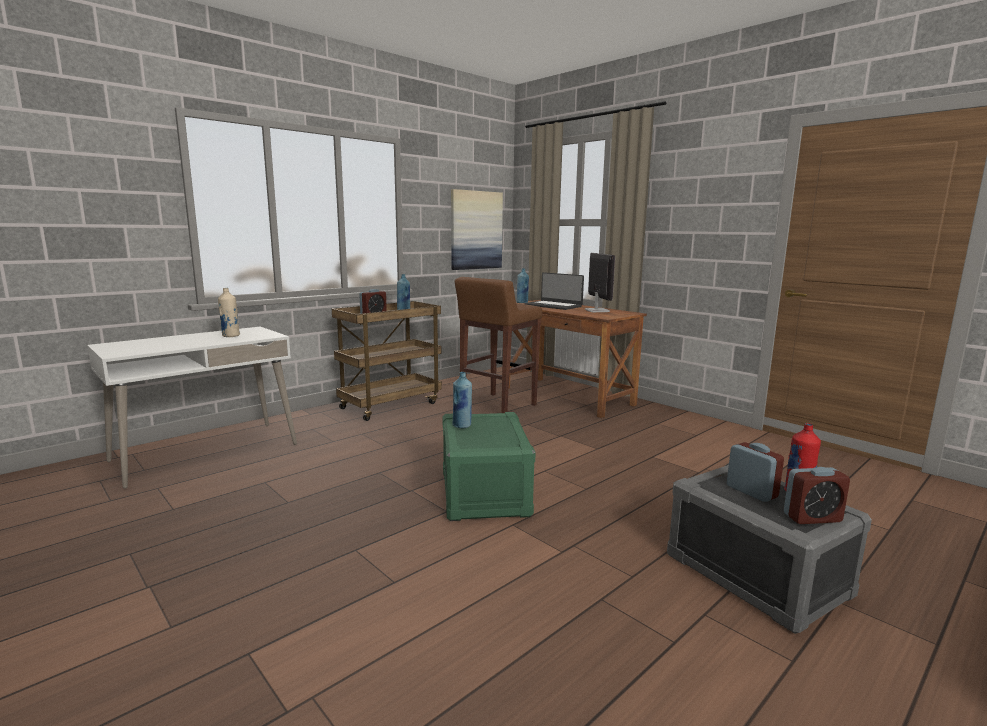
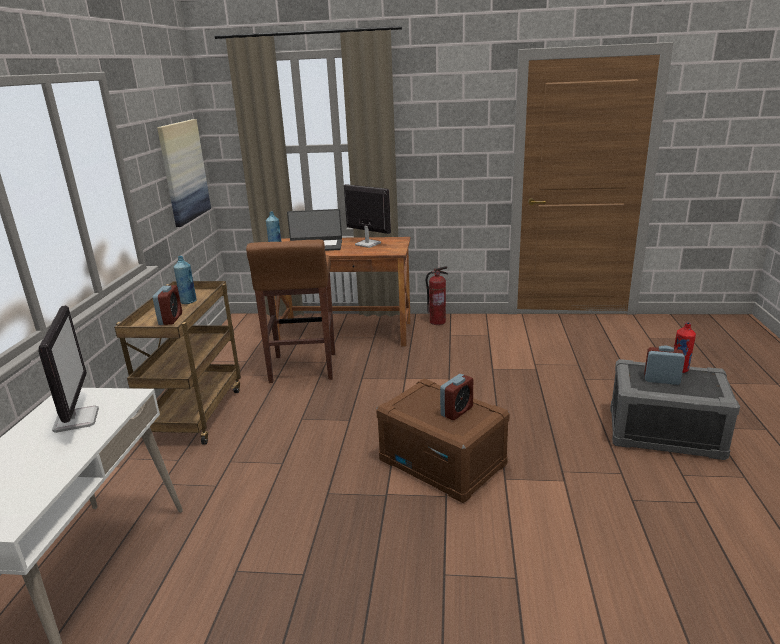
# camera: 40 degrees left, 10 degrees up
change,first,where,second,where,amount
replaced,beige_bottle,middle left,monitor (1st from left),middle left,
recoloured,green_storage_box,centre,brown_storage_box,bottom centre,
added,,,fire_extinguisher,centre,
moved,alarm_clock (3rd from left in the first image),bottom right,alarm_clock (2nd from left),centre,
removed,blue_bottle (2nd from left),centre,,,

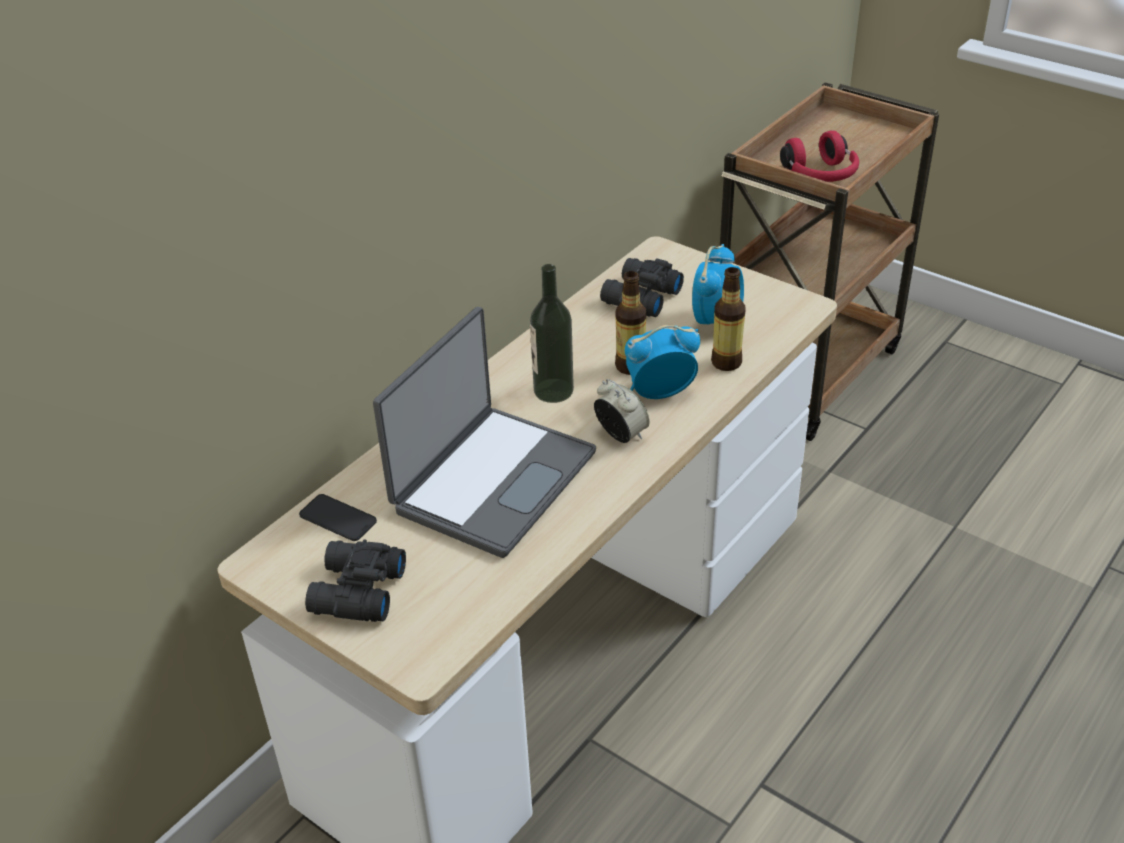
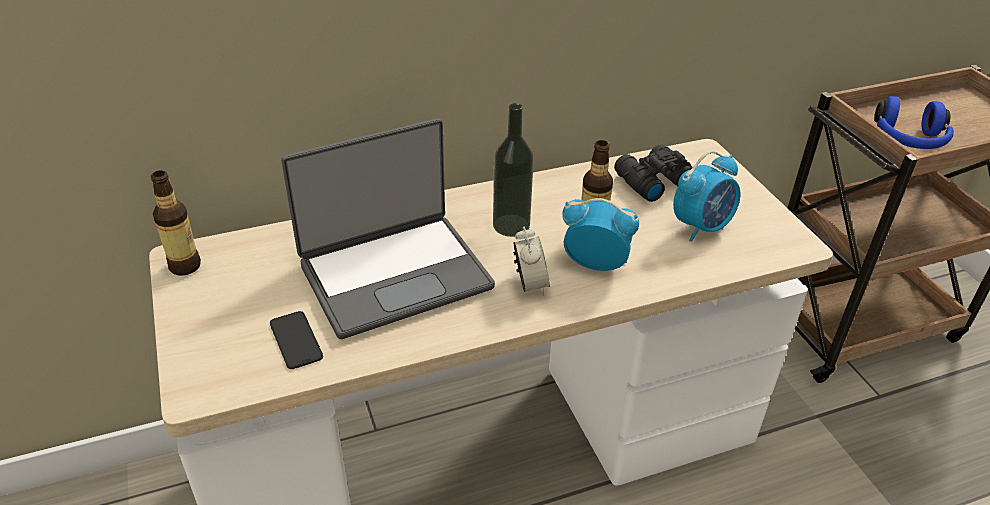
# camera: 30 degrees right, 0 degrees up
change,first,where,second,where,amount
moved,bottle (3rd from left in the first image),centre,bottle (1st from left),middle left,
moved,phone,middle left,,bottom left,
recoloured,red_headphones,top right,blue_headphones,top right,
removed,black_binoculars (1st from left),bottom left,,,

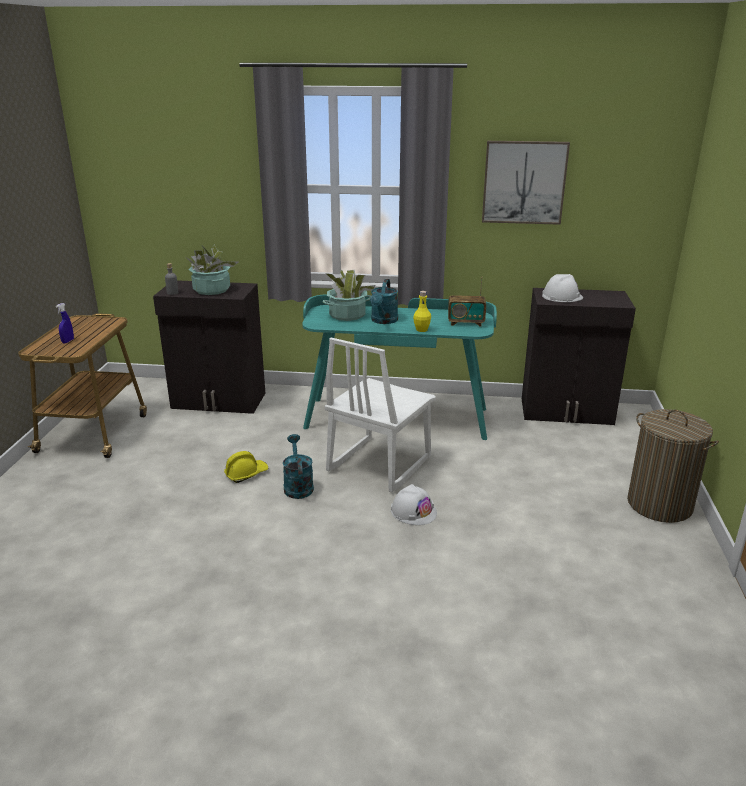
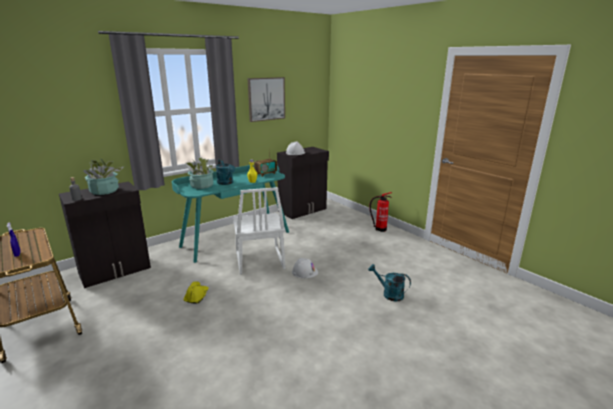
# camera: 45 degrees left, 5 degrees down
change,first,where,second,where,amount
moved,turquoise_watering_can (1st from left in the first image),centre,turquoise_watering_can (2nd from left),bottom centre,
replaced,laundry_basket,middle right,fire_extinguisher,centre,

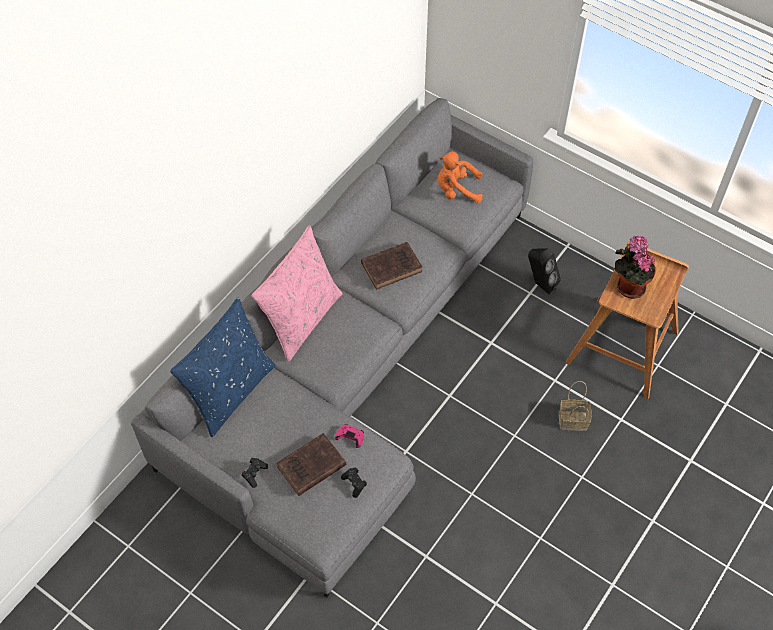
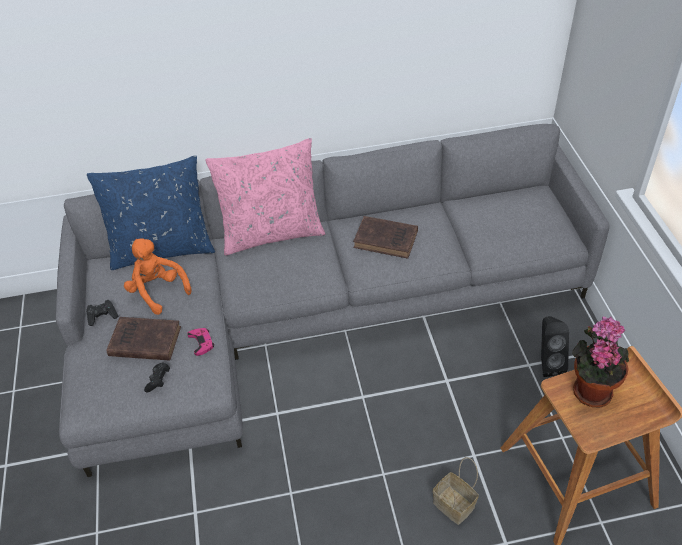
# camera: 45 degrees right, 10 degrees down
change,first,where,second,where,amount
moved,orange_plush_toy,top centre,,middle left,

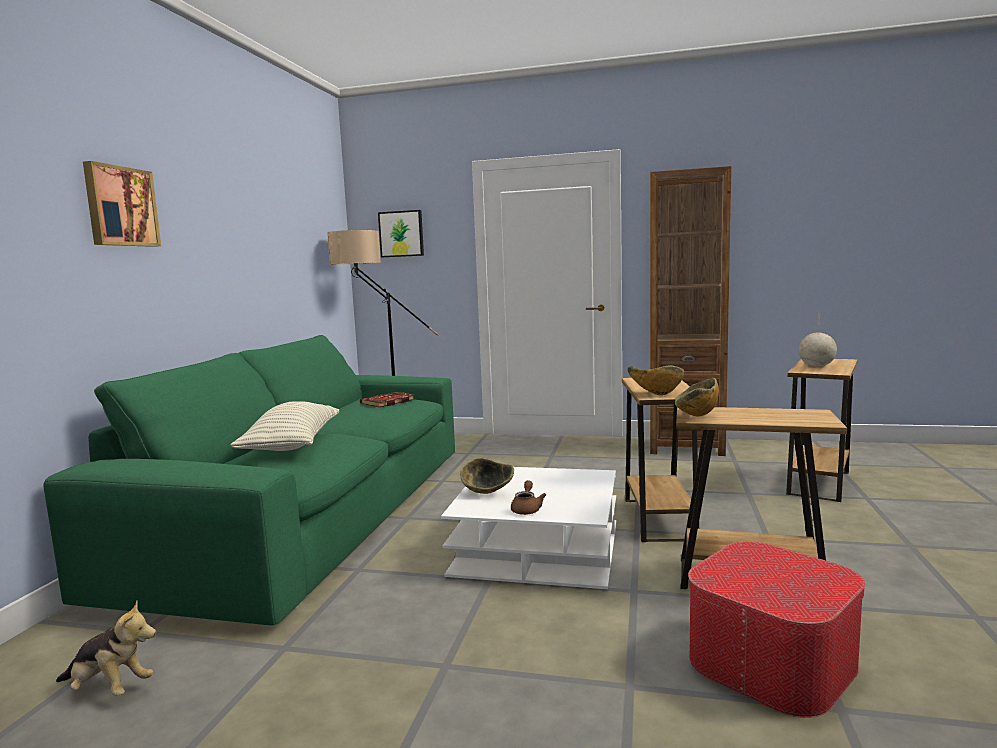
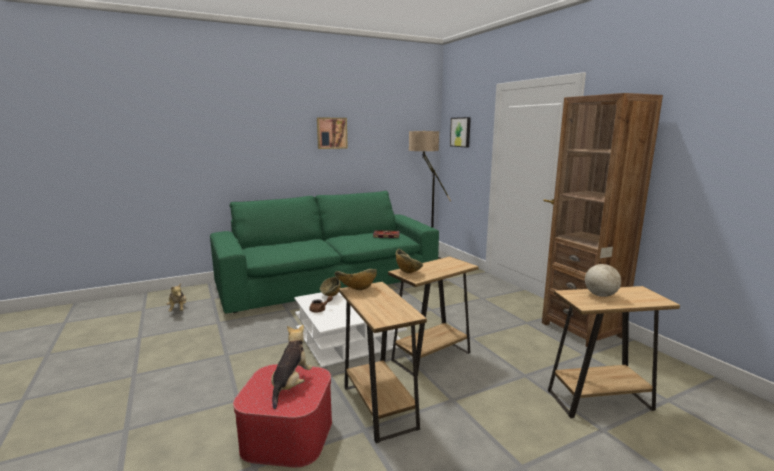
# camera: 50 degrees right, 5 degrees up
change,first,where,second,where,amount
added,,,plush_toy (2nd from left),bottom centre,
moved,picture (1st from left),top left,,top centre,
removed,pillow,middle left,,,

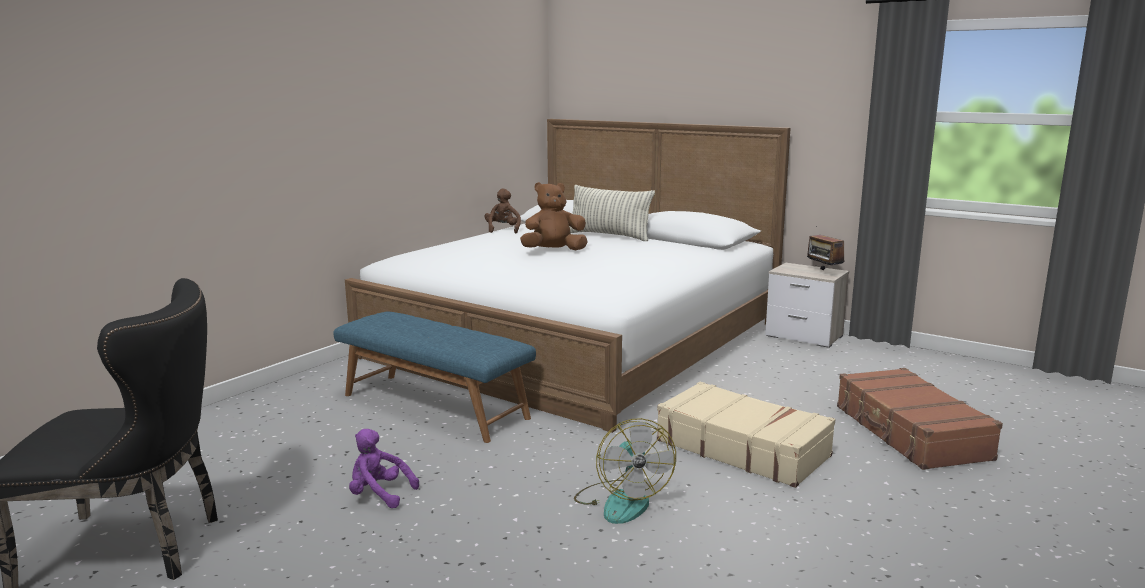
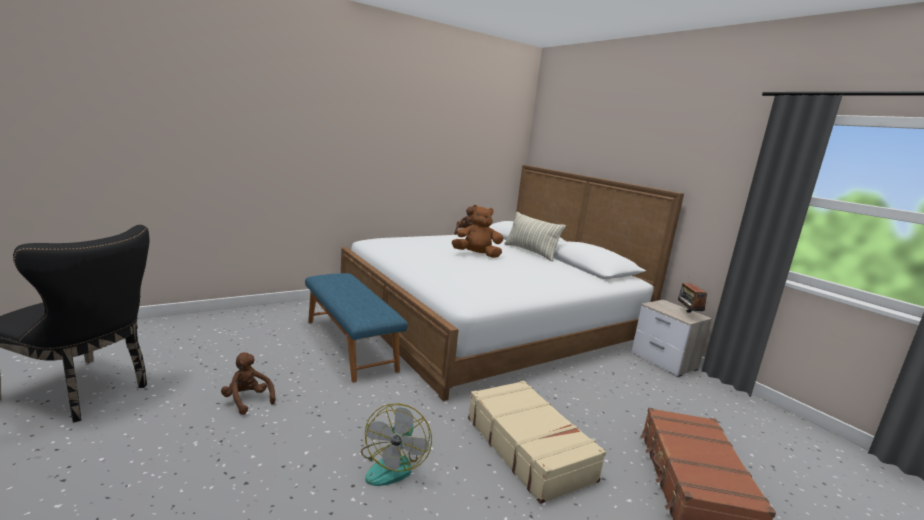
# camera: 20 degrees right, 0 degrees up
change,first,where,second,where,amount
recoloured,purple_plush_toy,bottom centre,brown_plush_toy (1st from left),bottom left,

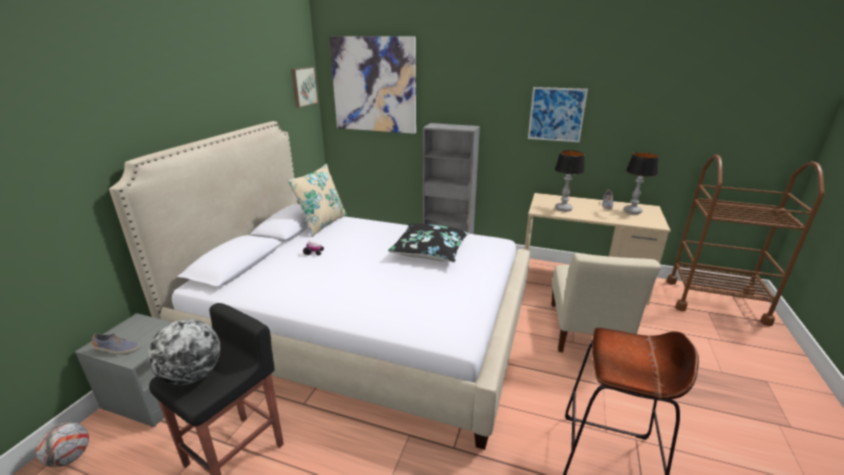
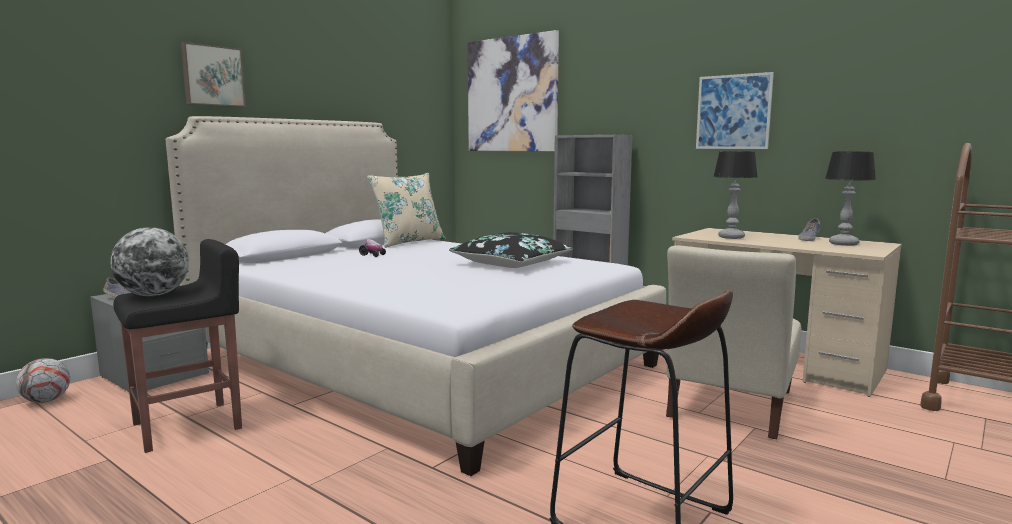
# camera: 20 degrees right, 15 degrees down
change,first,where,second,where,amount
moved,picture (1st from left),top centre,,top left,

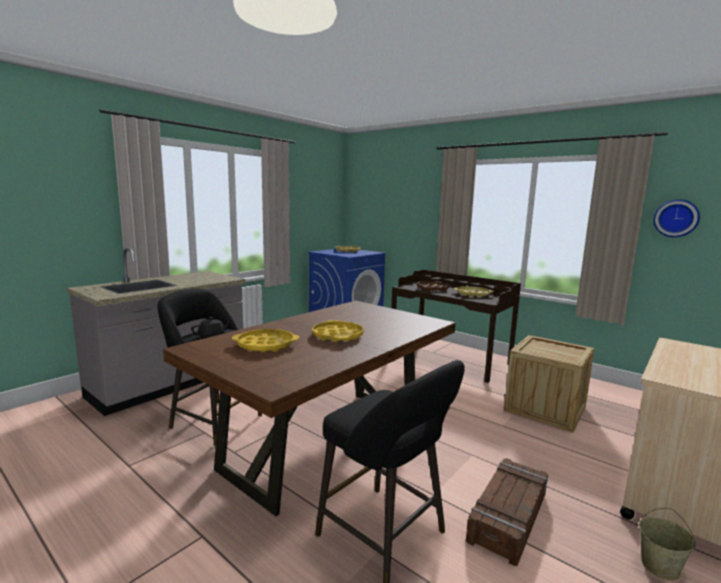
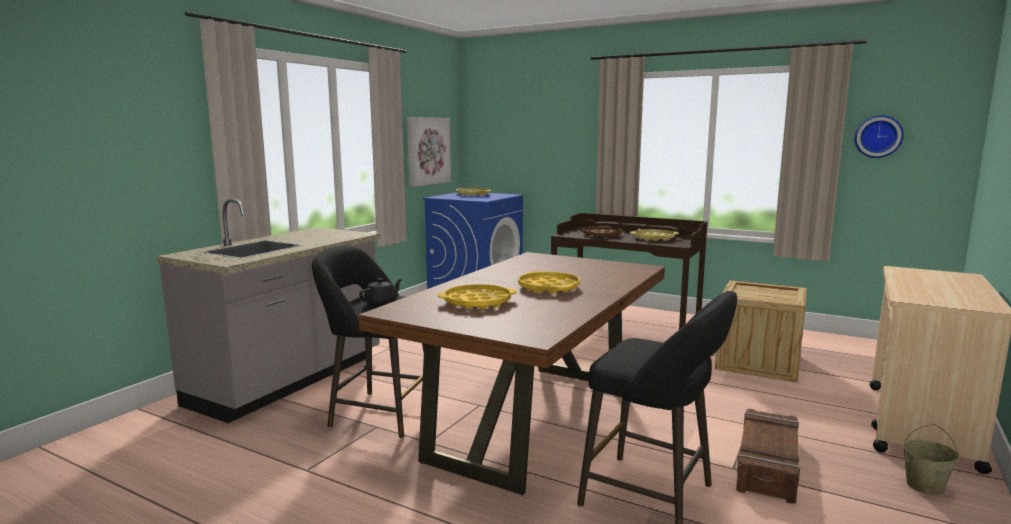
# camera: 10 degrees left, 0 degrees up
change,first,where,second,where,amount
added,,,picture,top centre,

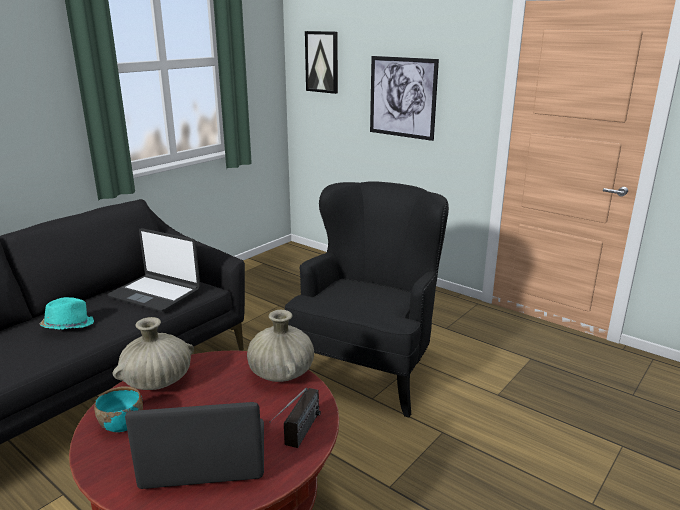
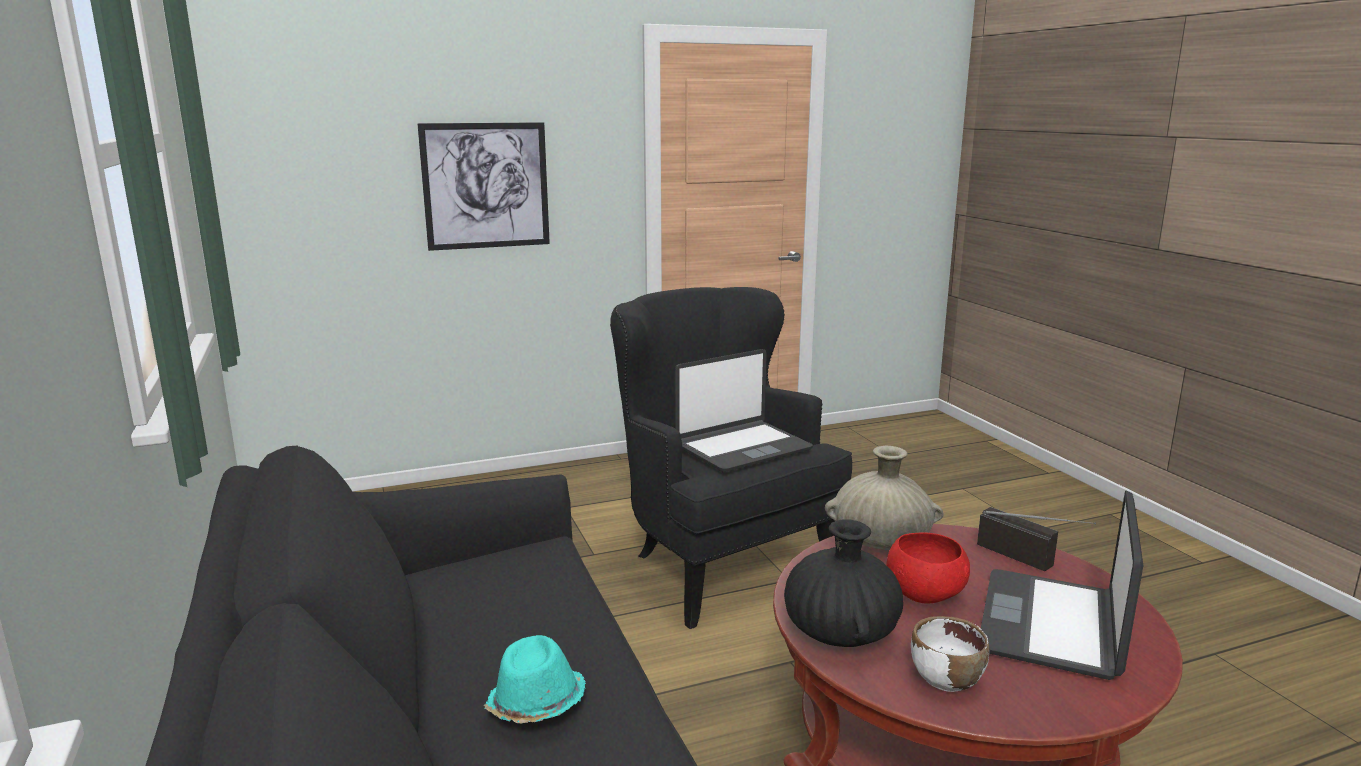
# camera: 60 degrees left, 5 degrees down
change,first,where,second,where,amount
moved,laptop (1st from left),middle left,,centre,
recoloured,beige_vase (1st from left),bottom left,black_vase,bottom centre,
added,,,red_bowl,bottom right,
recoloured,turquoise_bowl,bottom left,white_bowl,bottom right,
removed,picture (1st from left),top centre,,,

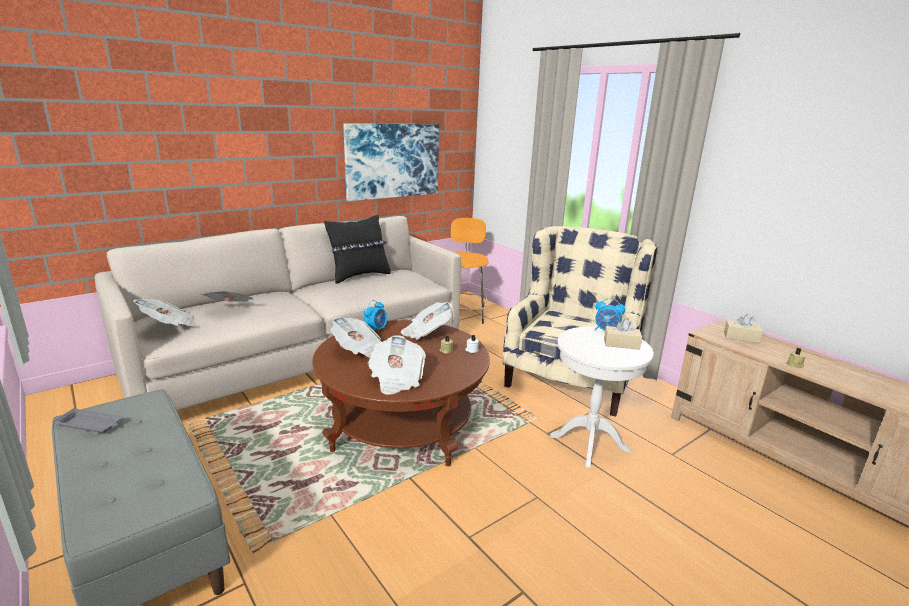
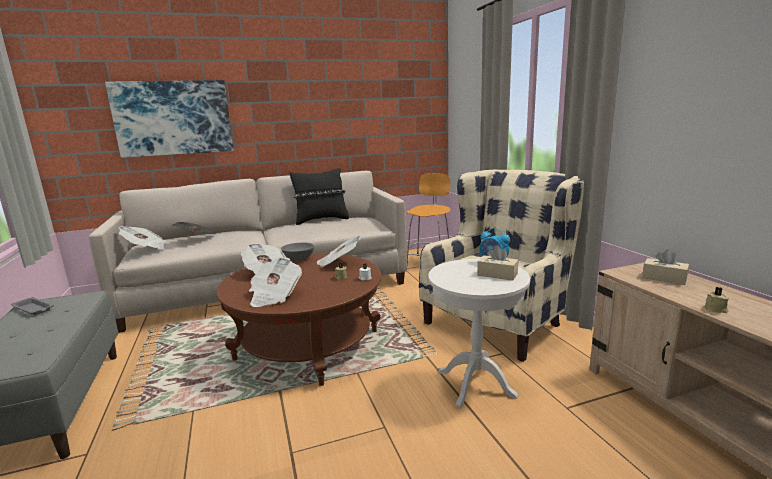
# camera: 20 degrees right, 5 degrees down
change,first,where,second,where,amount
moved,picture,top centre,,top left,
replaced,alarm_clock (1st from left),centre,grey_bowl,centre,

